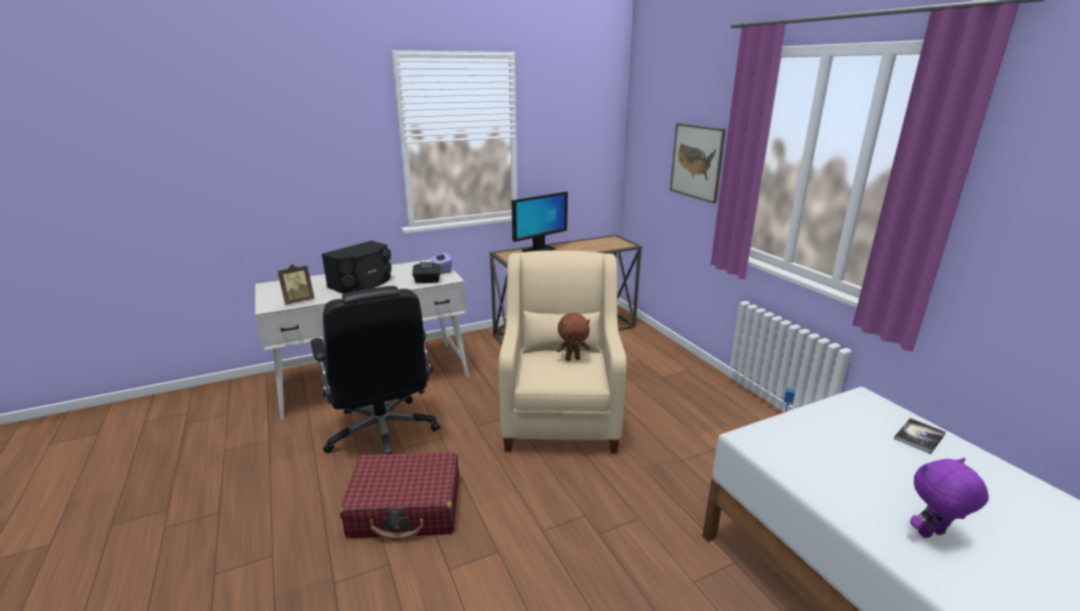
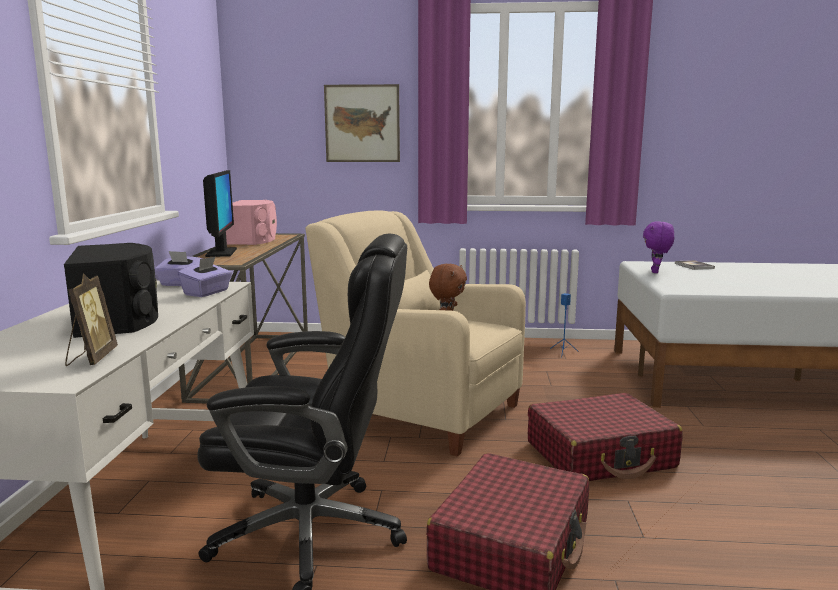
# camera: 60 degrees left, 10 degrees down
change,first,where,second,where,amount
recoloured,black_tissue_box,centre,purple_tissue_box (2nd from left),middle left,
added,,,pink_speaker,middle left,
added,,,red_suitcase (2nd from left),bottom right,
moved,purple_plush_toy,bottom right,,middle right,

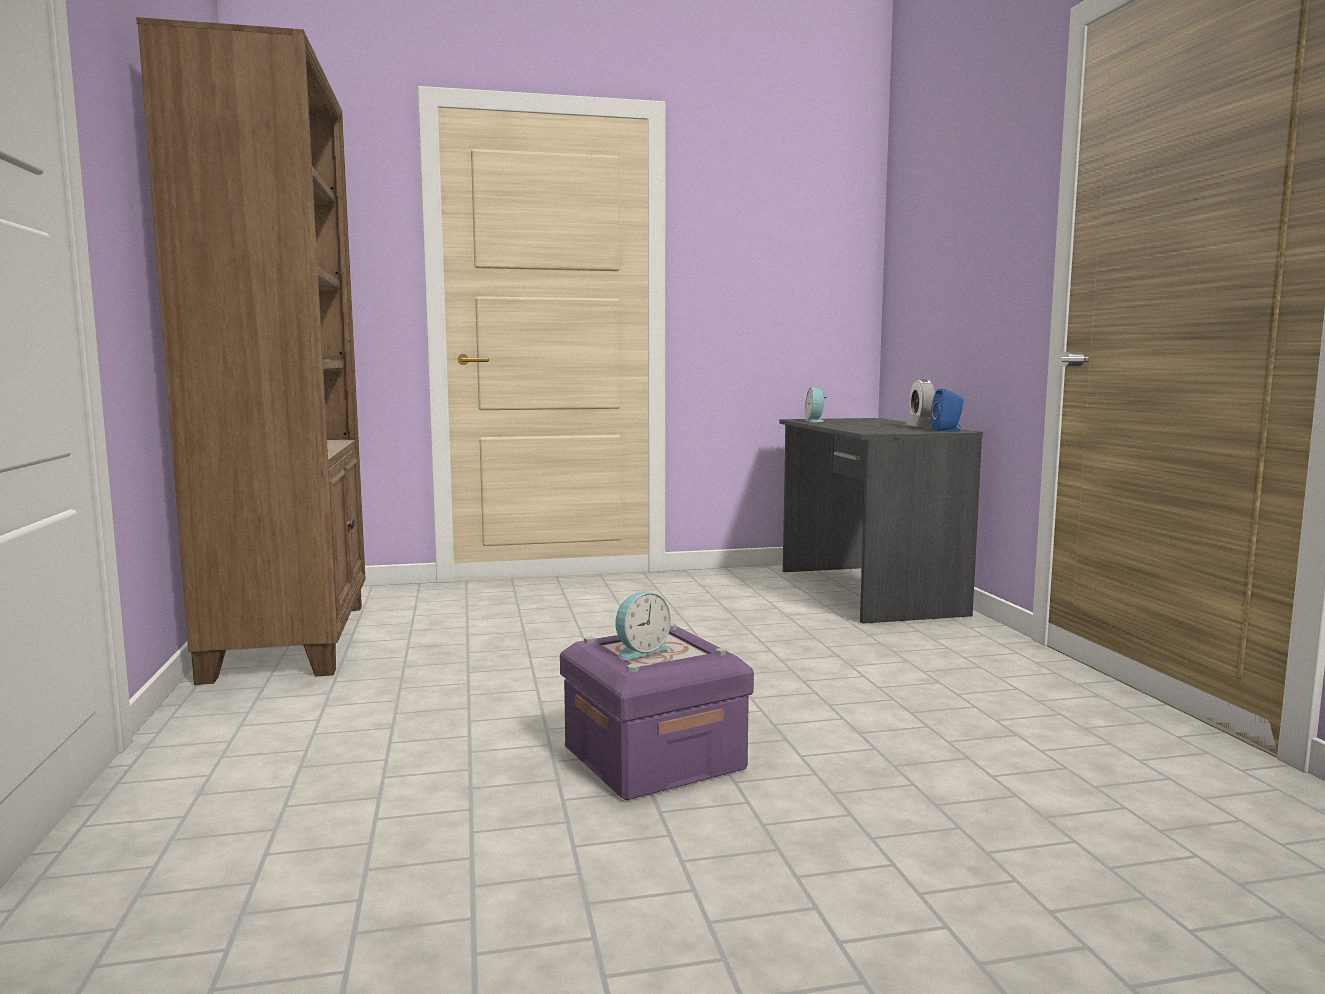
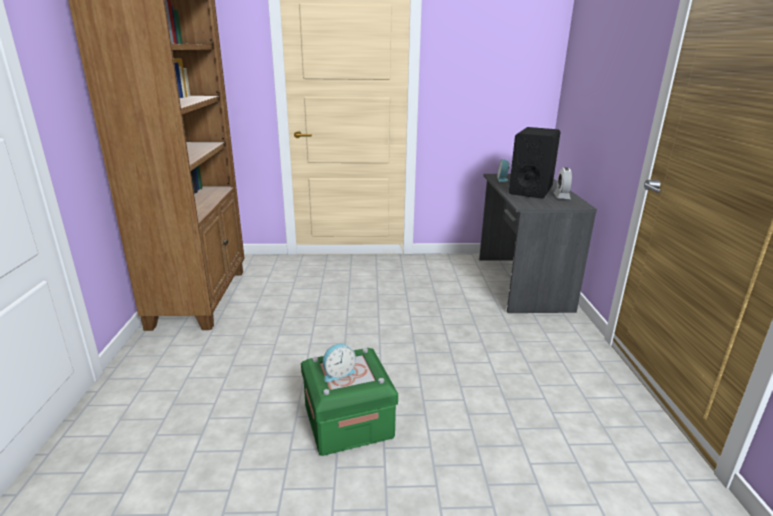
# camera: 10 degrees right, 15 degrees up
change,first,where,second,where,amount
recoloured,purple_storage_box,bottom centre,green_storage_box,bottom centre,
added,,,black_speaker,top right,
removed,blue_speaker,middle right,,,

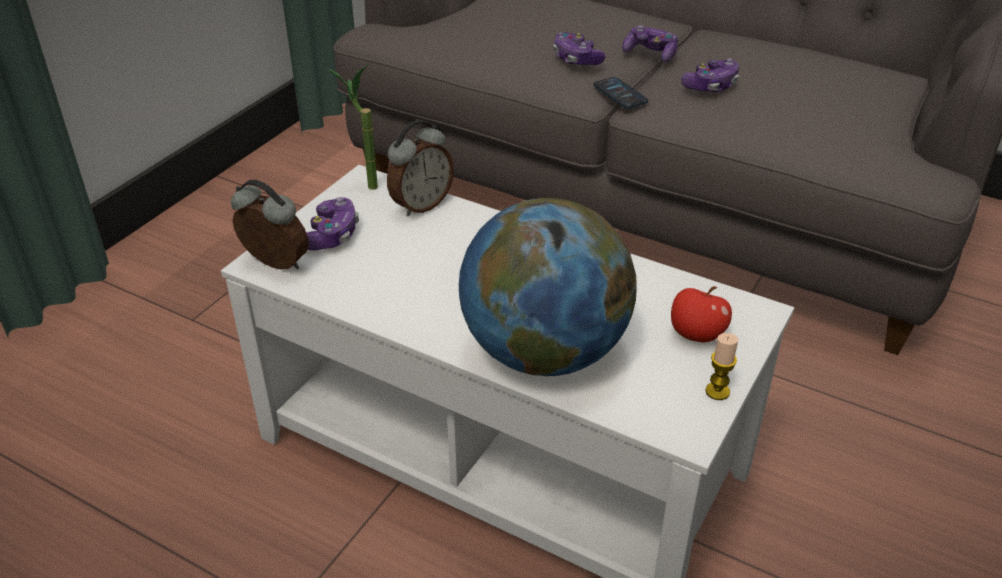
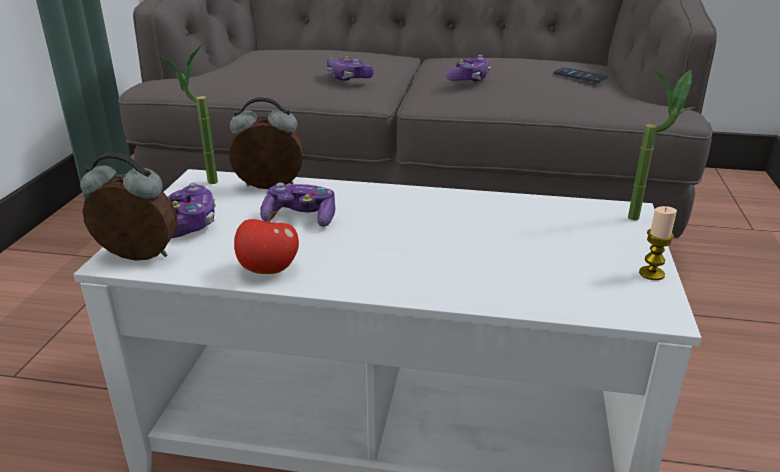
# camera: 20 degrees left, 10 degrees down
change,first,where,second,where,amount
turned,alarm_clock (2nd from left),top centre,,top centre,120 degrees counterclockwise
moved,apple,middle right,,centre,
moved,game_controller (3rd from left in the first image),top centre,game_controller (2nd from left),centre,
moved,phone,top centre,,top right,
added,,,potted_plant (2nd from left),top right,
removed,globe,centre,,,

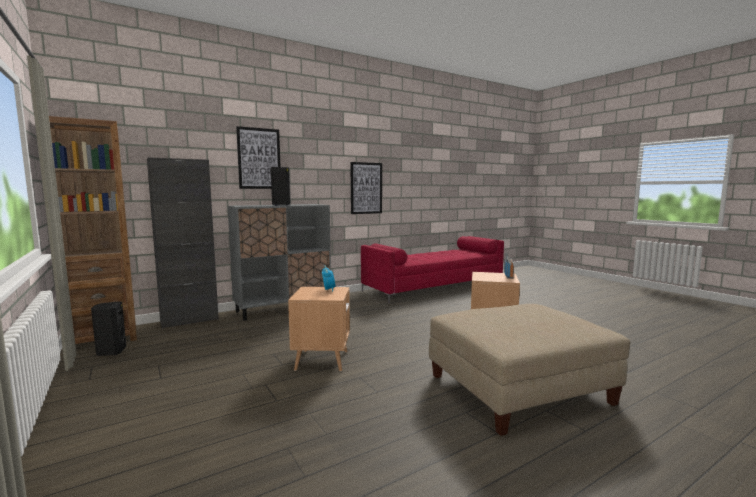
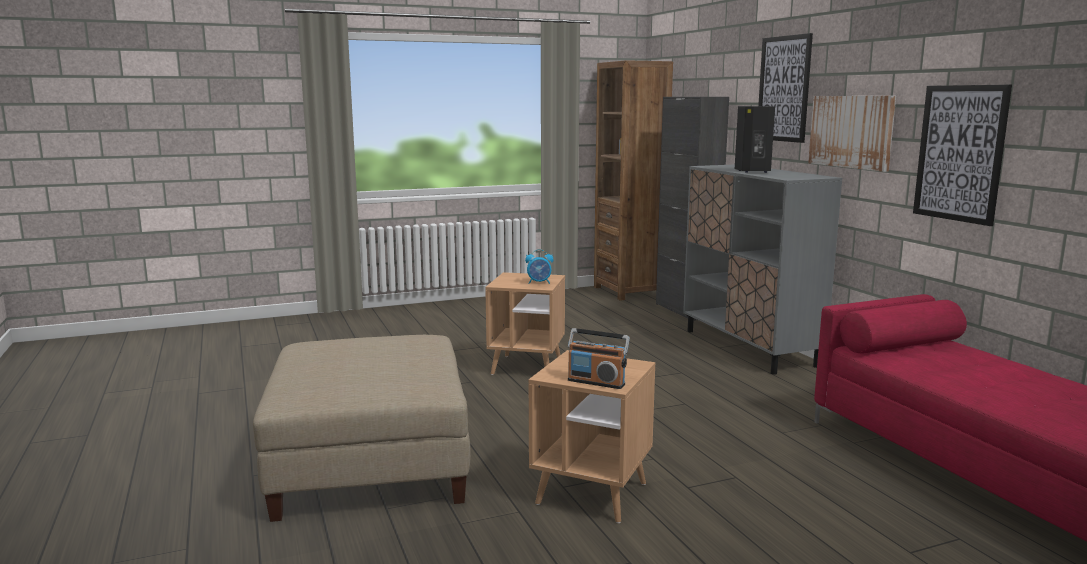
# camera: 100 degrees right, 5 degrees up
change,first,where,second,where,amount
added,,,picture (2nd from left),top right,
removed,black_speaker (1st from left),middle left,,,

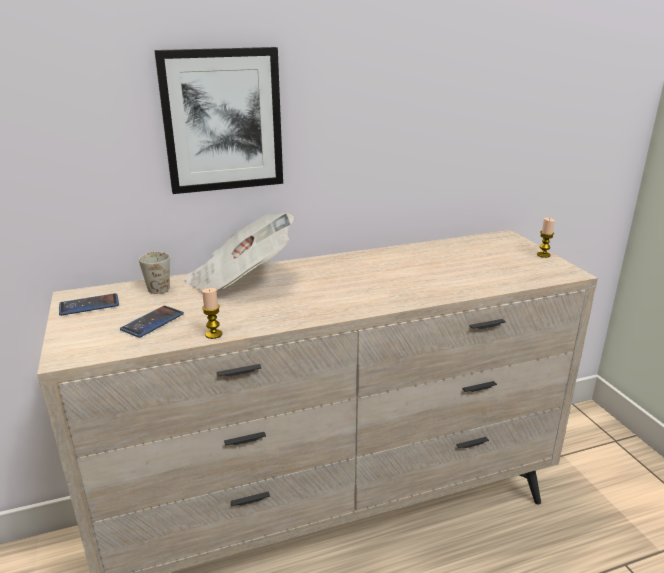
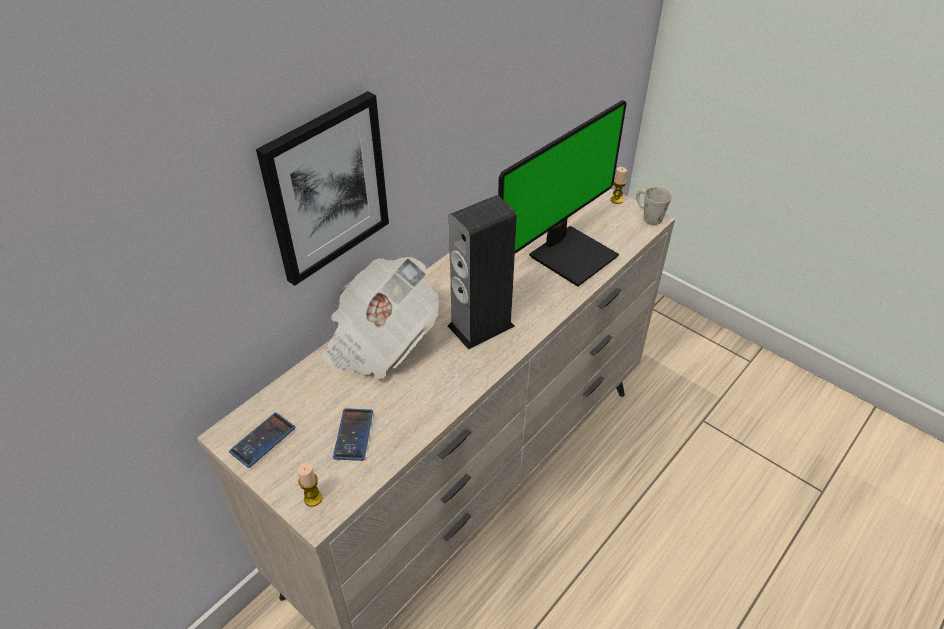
# camera: 30 degrees left, 20 degrees up
change,first,where,second,where,amount
moved,candle (1st from left),middle left,,bottom left,
added,,,speaker,centre,
added,,,monitor,top centre,
moved,white_mug,middle left,,top right,

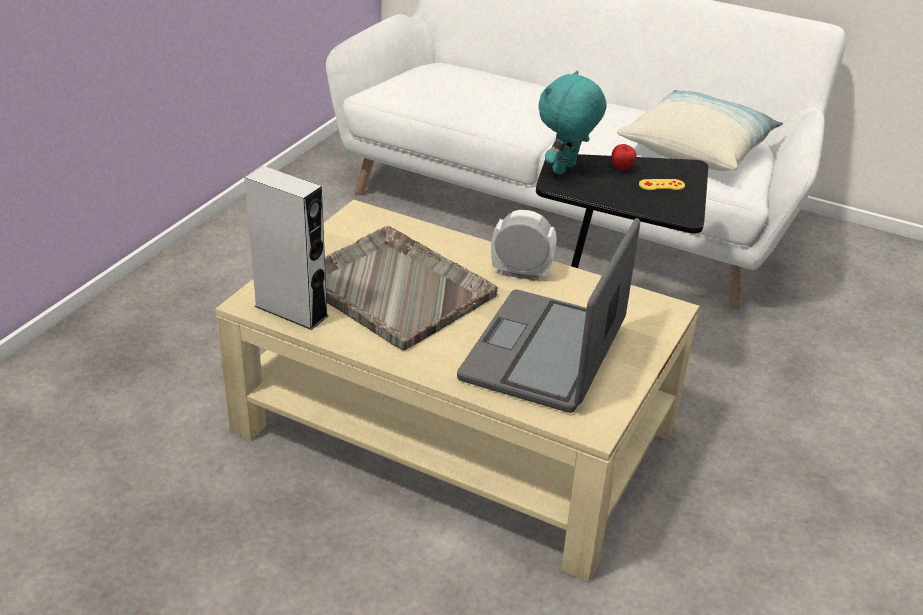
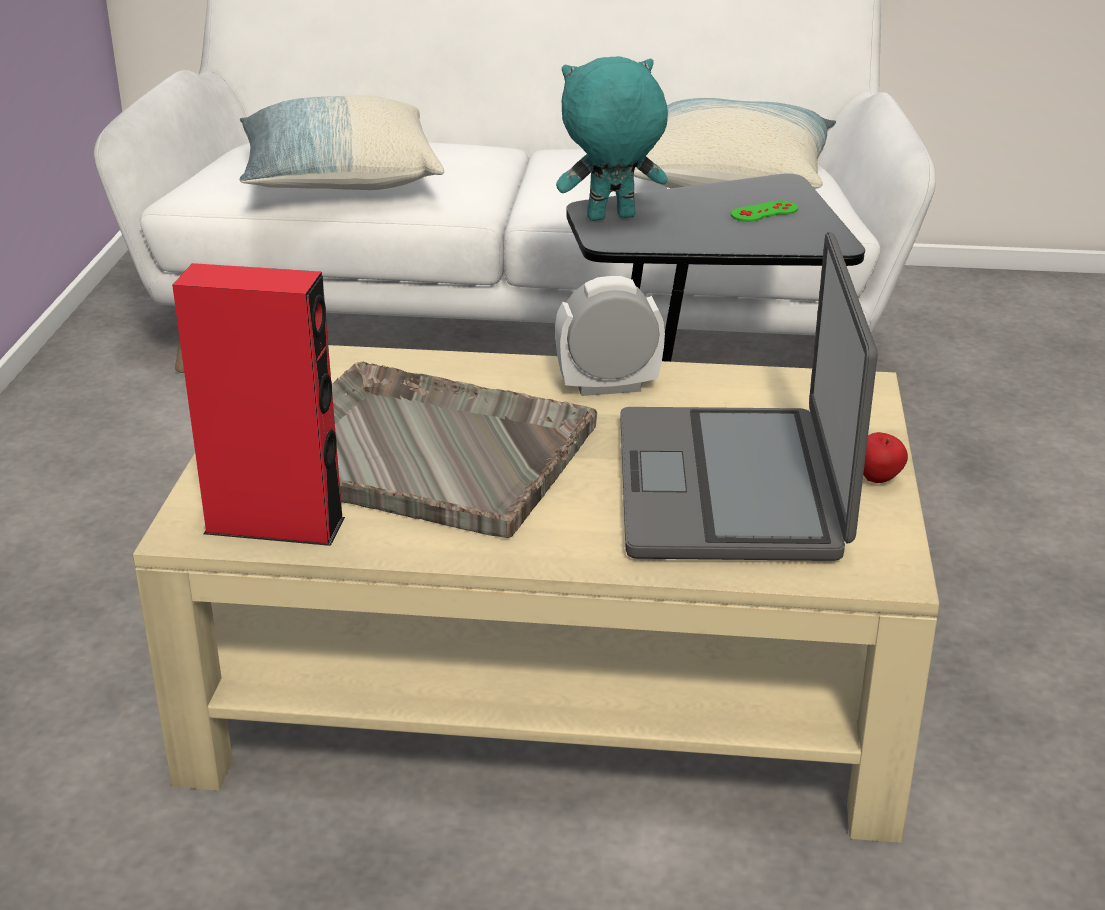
# camera: 20 degrees left, 5 degrees down
change,first,where,second,where,amount
recoloured,grey_speaker,middle left,red_speaker,middle left,
added,,,pillow (1st from left),top left,
turned,turquoise_plush_toy,top centre,,top centre,60 degrees clockwise
recoloured,yellow_game_controller,top right,green_game_controller,top right,
moved,apple,top right,,middle right,

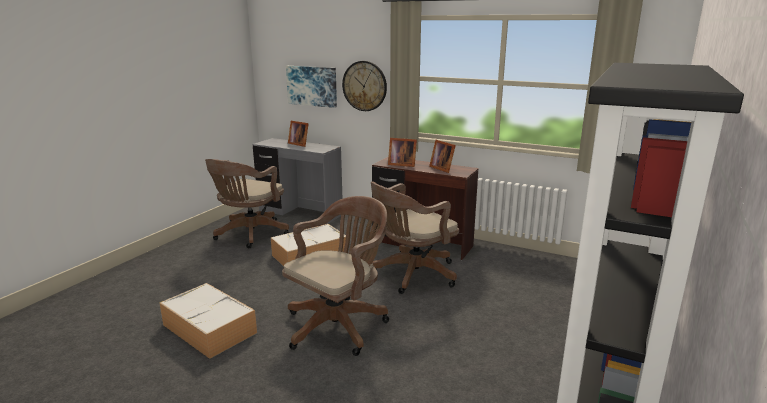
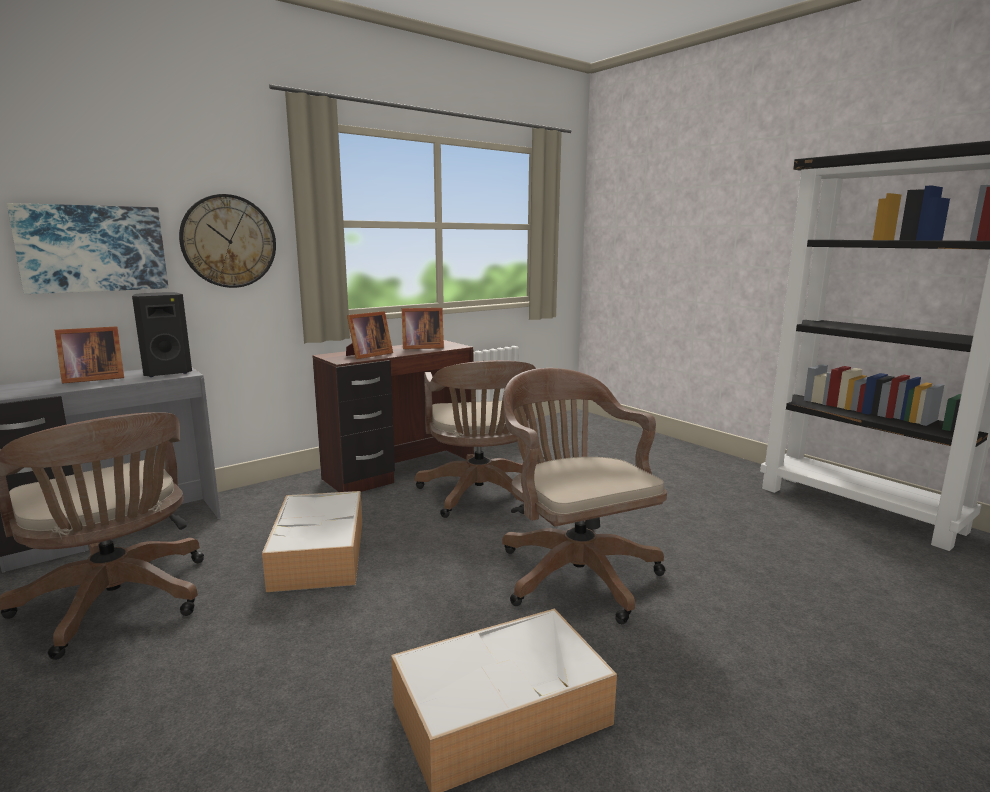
# camera: 65 degrees left, 5 degrees down
change,first,where,second,where,amount
added,,,black_speaker,middle left,

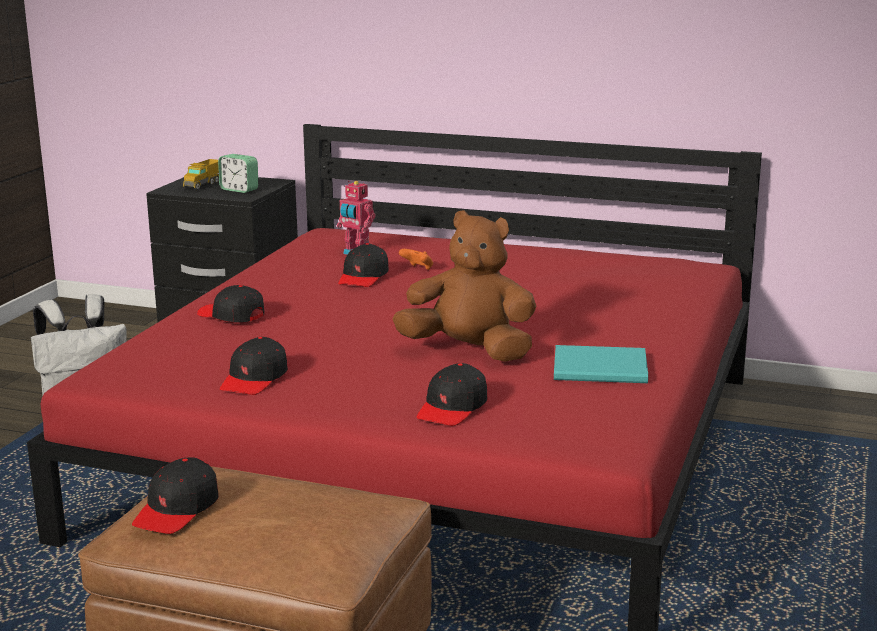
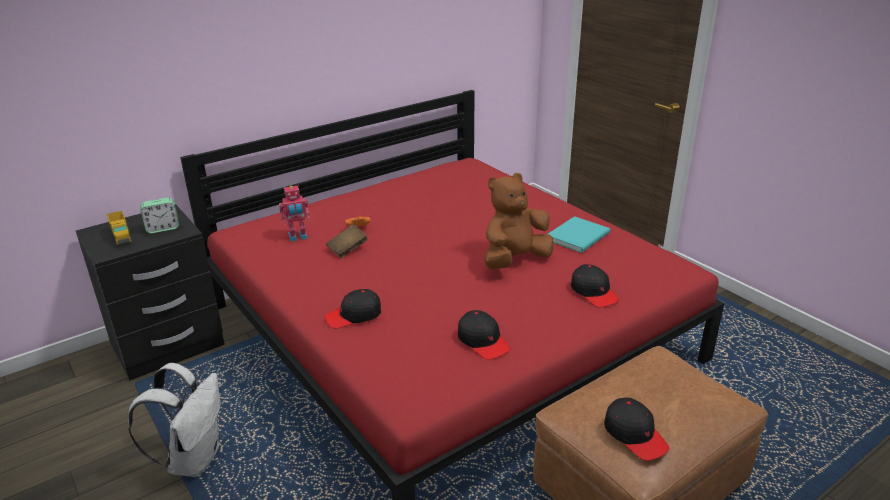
# camera: 55 degrees left, 10 degrees up
change,first,where,second,where,amount
replaced,black_cap (4th from left),centre,brown_book,centre,

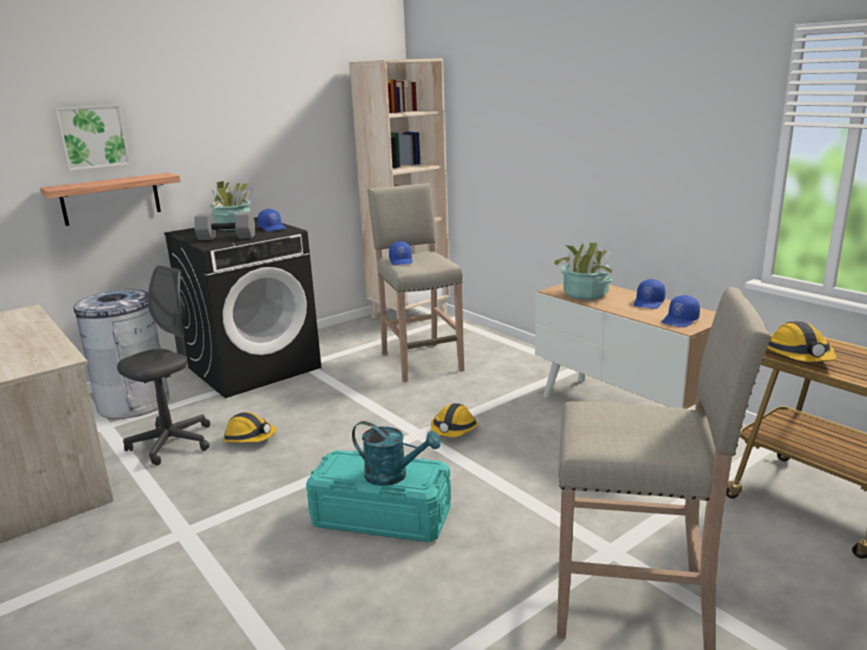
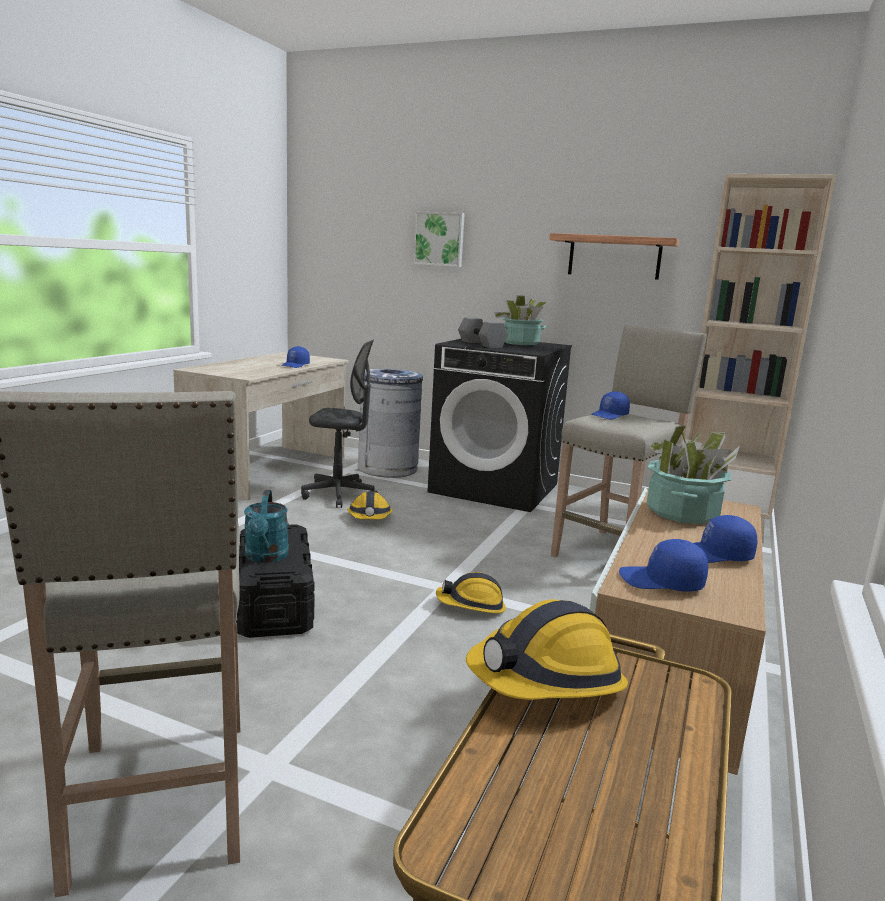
# camera: 60 degrees right, 5 degrees down
change,first,where,second,where,amount
recoloured,turquoise_storage_box,bottom centre,black_storage_box,middle left,
moved,blue_cap (1st from left),middle left,,centre,
moved,shelf,top left,,top right,

